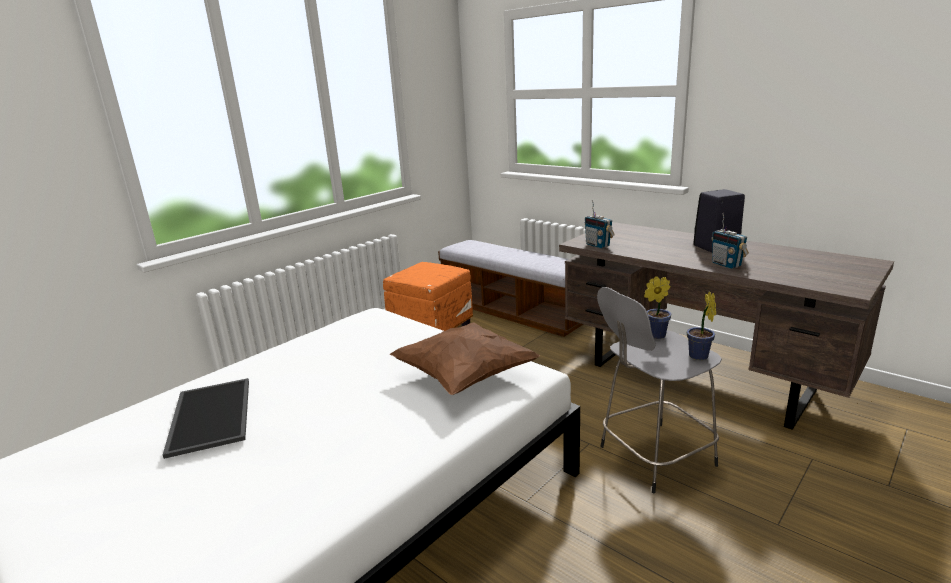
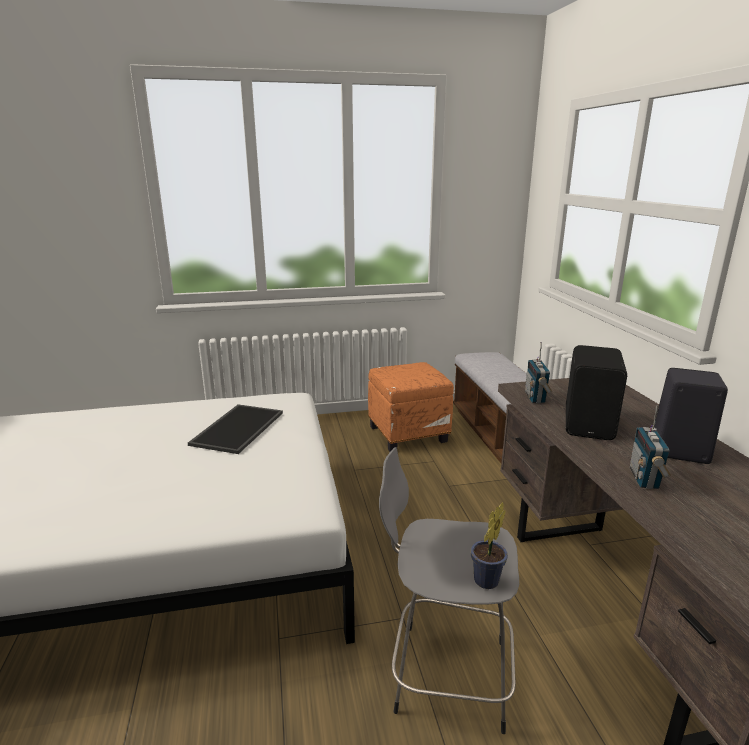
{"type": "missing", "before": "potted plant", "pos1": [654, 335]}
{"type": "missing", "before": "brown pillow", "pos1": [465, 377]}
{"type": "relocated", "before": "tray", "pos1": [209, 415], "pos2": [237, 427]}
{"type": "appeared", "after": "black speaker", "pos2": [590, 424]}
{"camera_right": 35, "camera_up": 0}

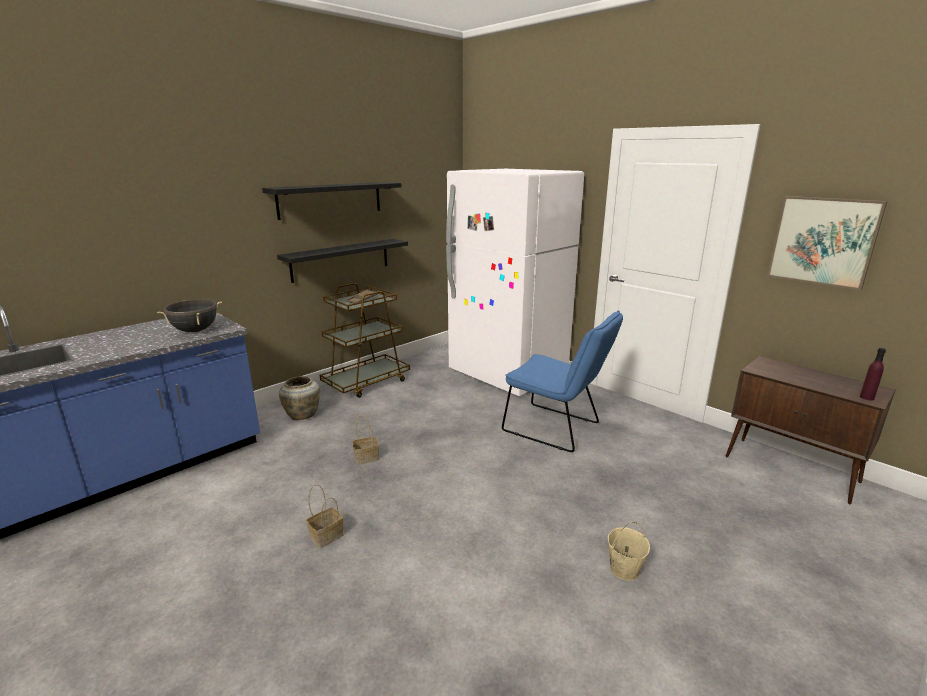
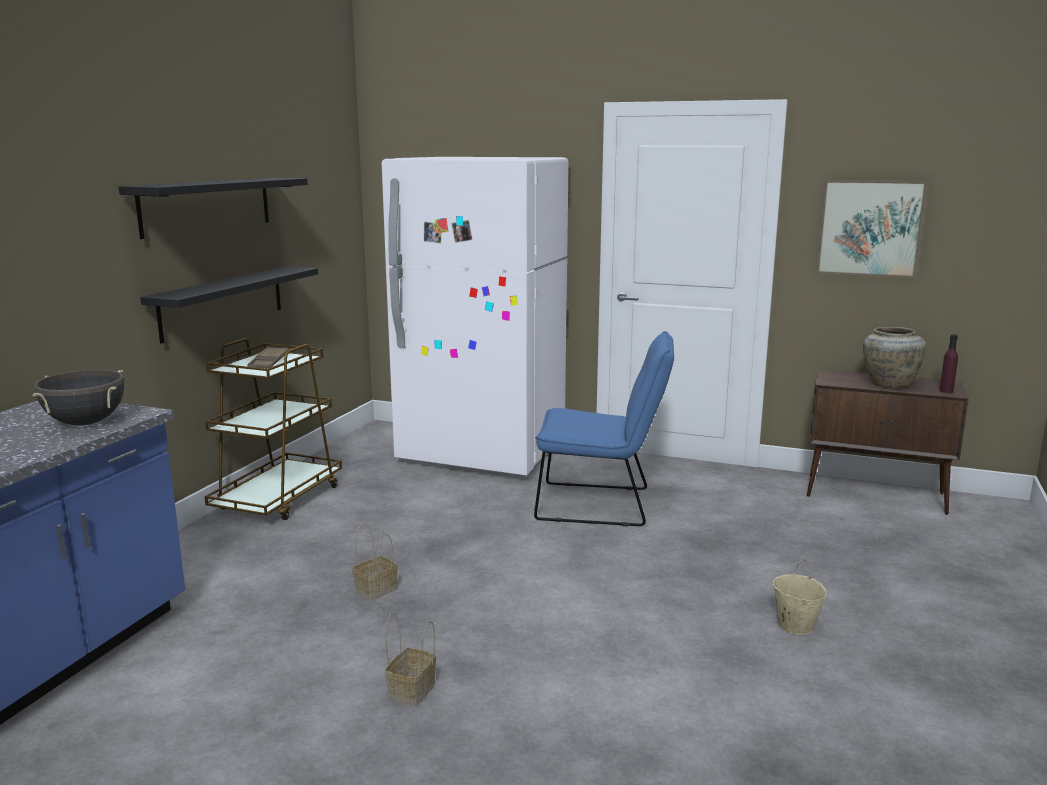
{"type": "relocated", "before": "beige vase", "pos1": [302, 414], "pos2": [889, 384]}
{"camera_right": -25, "camera_up": -5}

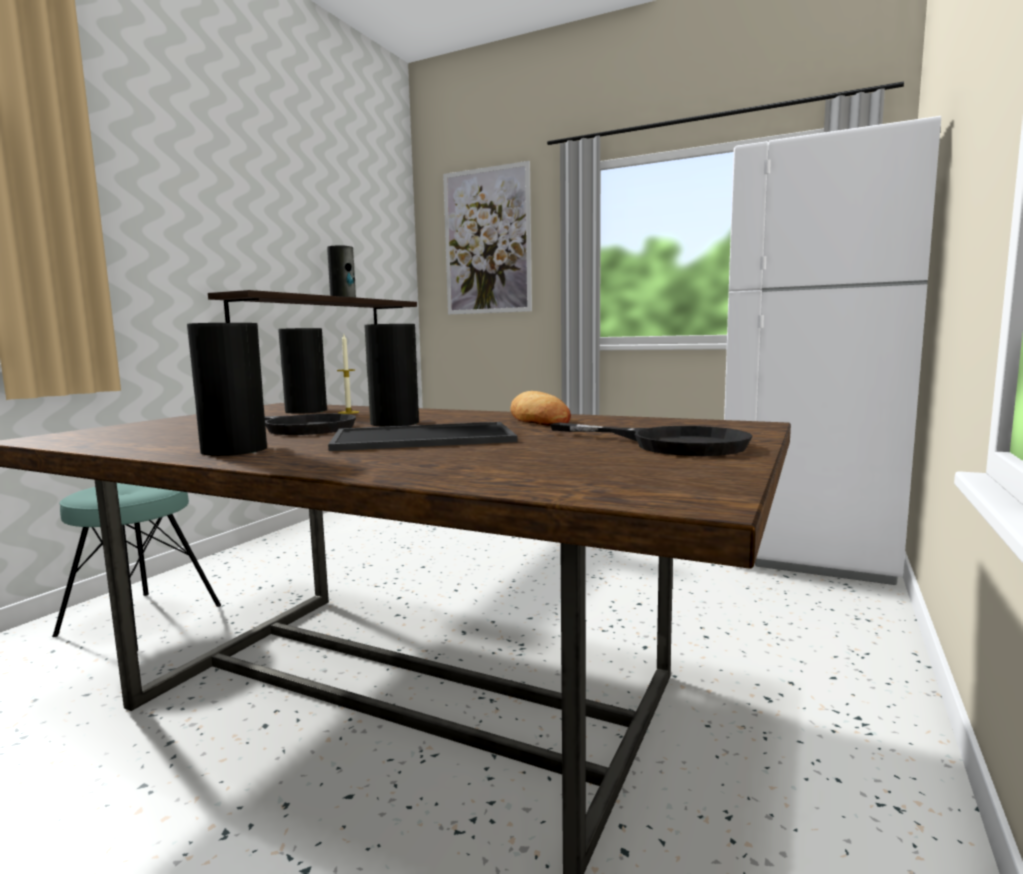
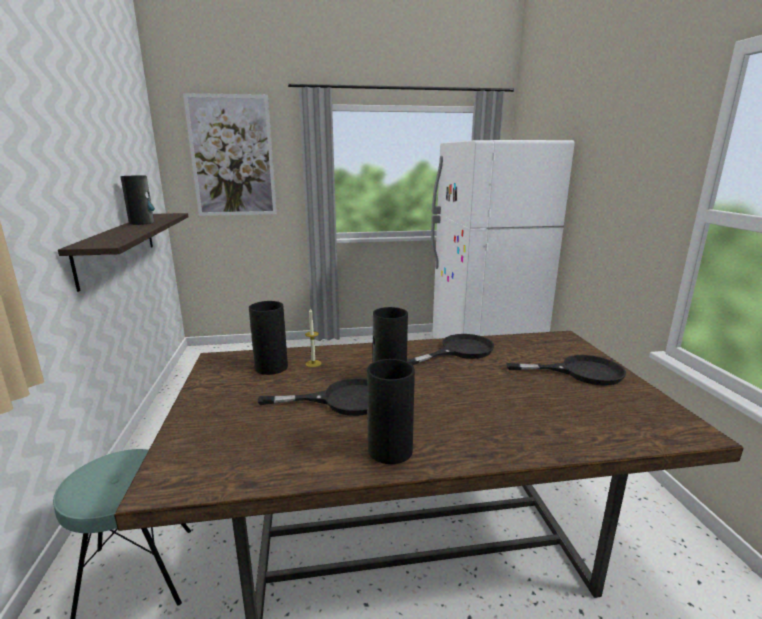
{"type": "exchanged", "before": "bread", "after": "black frying pan", "pos1": [539, 419], "pos2": [459, 351]}
{"type": "missing", "before": "tray", "pos1": [421, 438]}
{"camera_right": -35, "camera_up": 10}

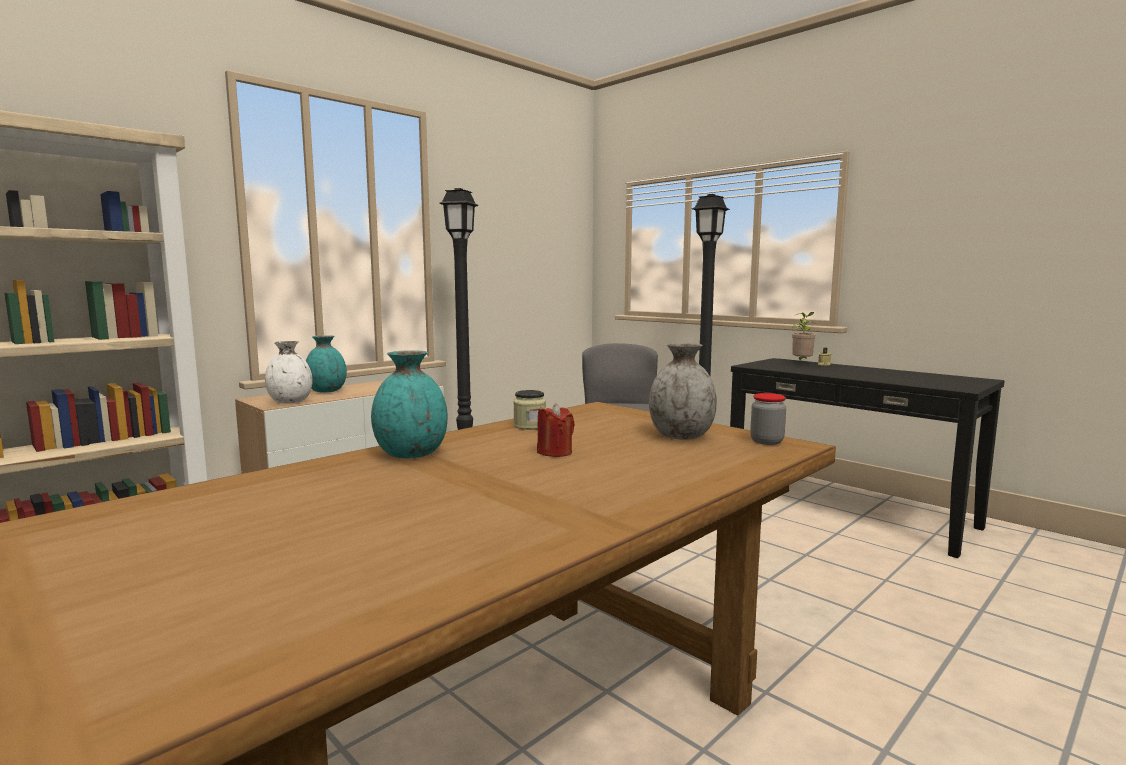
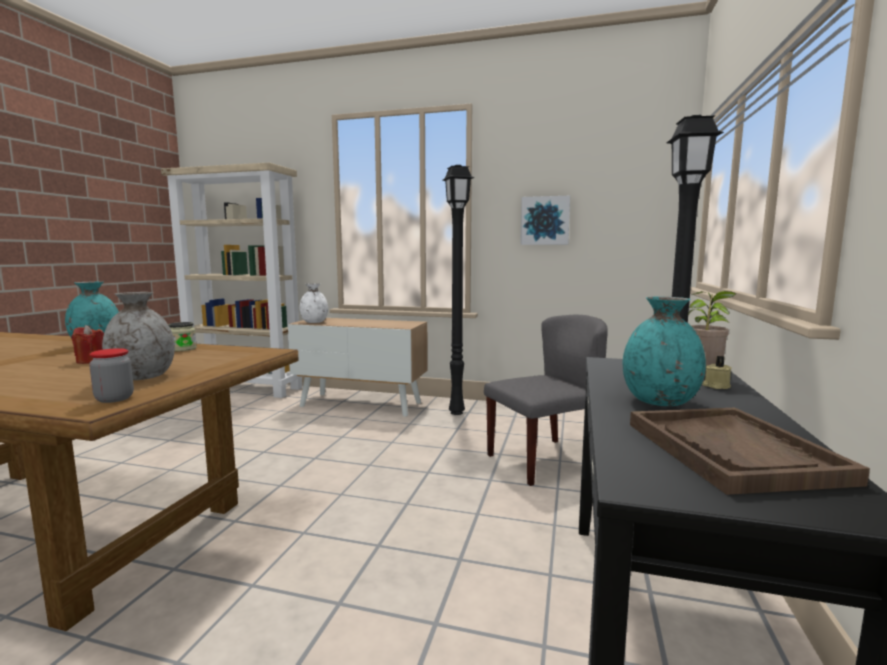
{"type": "relocated", "before": "turquoise vase", "pos1": [326, 391], "pos2": [659, 402]}
{"type": "appeared", "after": "picture", "pos2": [545, 221]}
{"type": "appeared", "after": "brown tray", "pos2": [731, 451]}
{"camera_right": 60, "camera_up": 0}

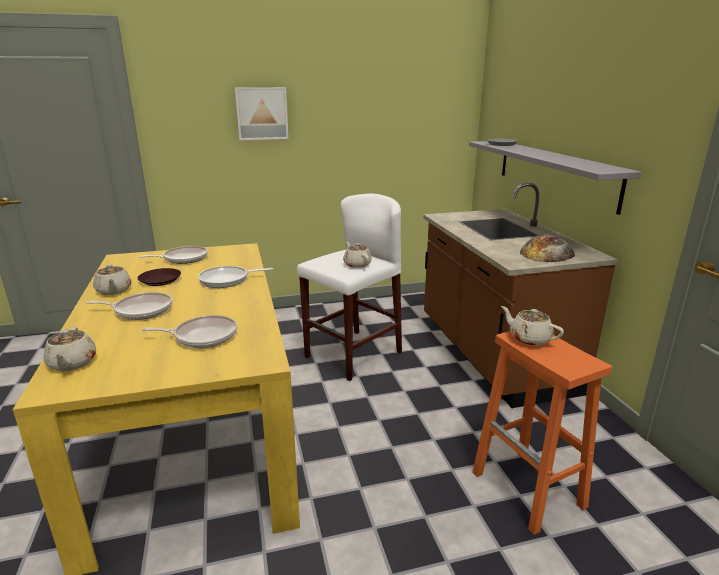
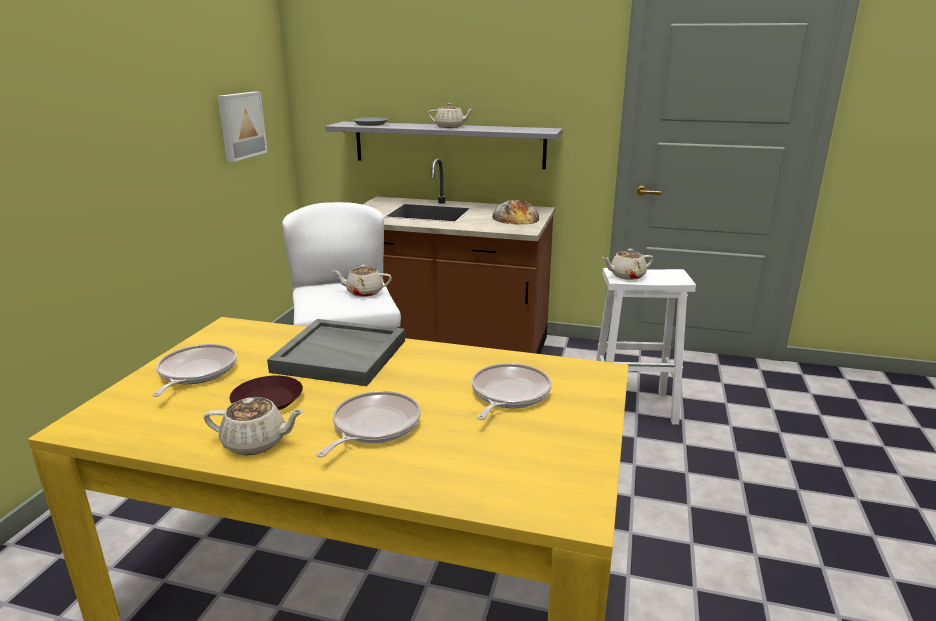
{"type": "relocated", "before": "picture", "pos1": [262, 113], "pos2": [240, 125]}
{"type": "exchanged", "before": "frying pan", "after": "grey tray", "pos1": [227, 280], "pos2": [341, 355]}
{"type": "relocated", "before": "beige teapot", "pos1": [72, 363], "pos2": [450, 127]}
{"type": "colour", "before": "orange stool", "after": "white stool", "pos1": [529, 490], "pos2": [634, 407]}
{"camera_right": -60, "camera_up": 0}

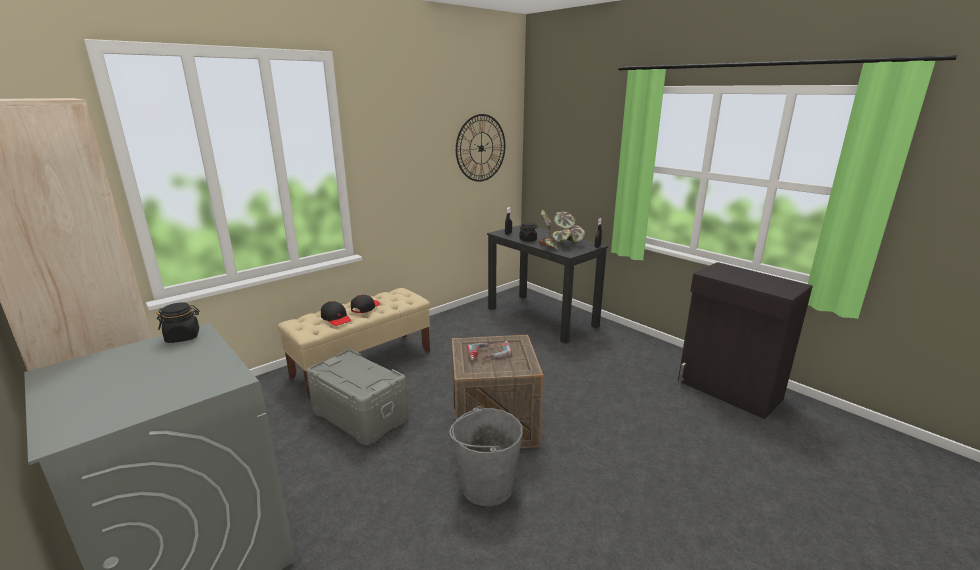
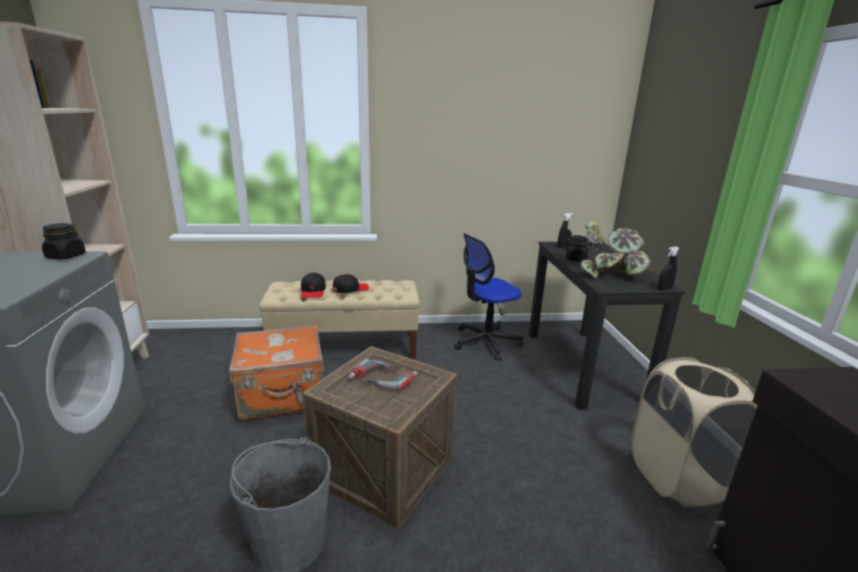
{"type": "missing", "before": "wall clock", "pos1": [481, 148]}
{"type": "exchanged", "before": "grey storage box", "after": "orange suitcase", "pos1": [361, 415], "pos2": [283, 396]}
{"type": "appeared", "after": "office chair", "pos2": [486, 342]}
{"type": "appeared", "after": "beige laundry basket", "pos2": [677, 477]}
{"camera_right": 35, "camera_up": 0}

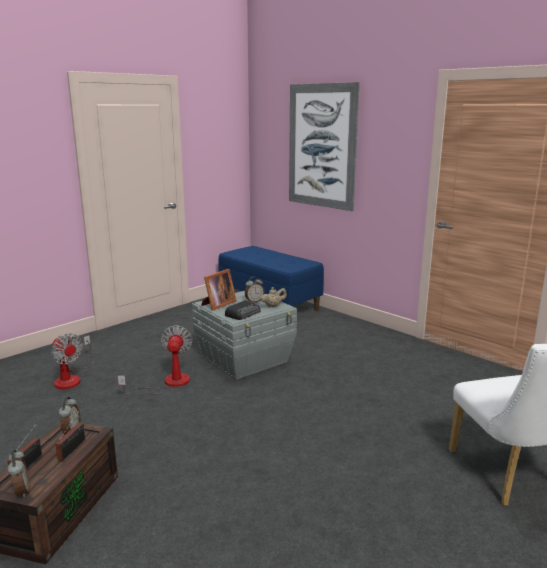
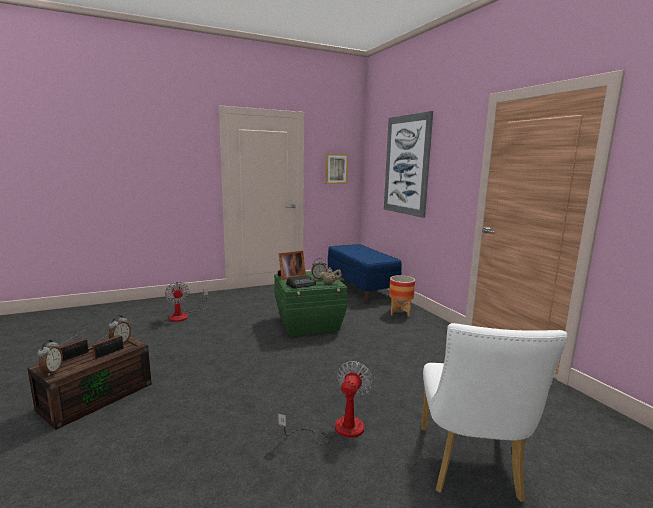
{"type": "colour", "before": "grey storage box", "after": "green storage box", "pos1": [245, 359], "pos2": [309, 324]}
{"type": "relocated", "before": "fan", "pos1": [168, 383], "pos2": [338, 429]}
{"type": "appeared", "after": "picture", "pos2": [336, 169]}
{"type": "appeared", "after": "planter", "pos2": [400, 312]}
{"camera_right": 20, "camera_up": -5}

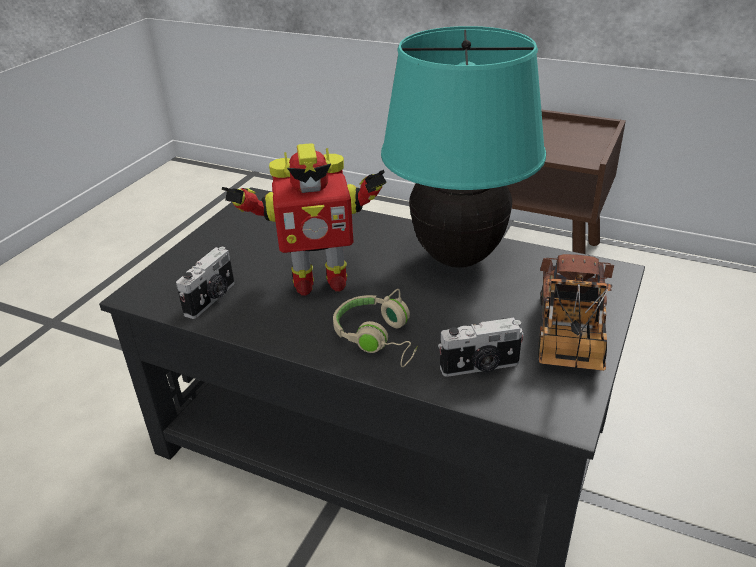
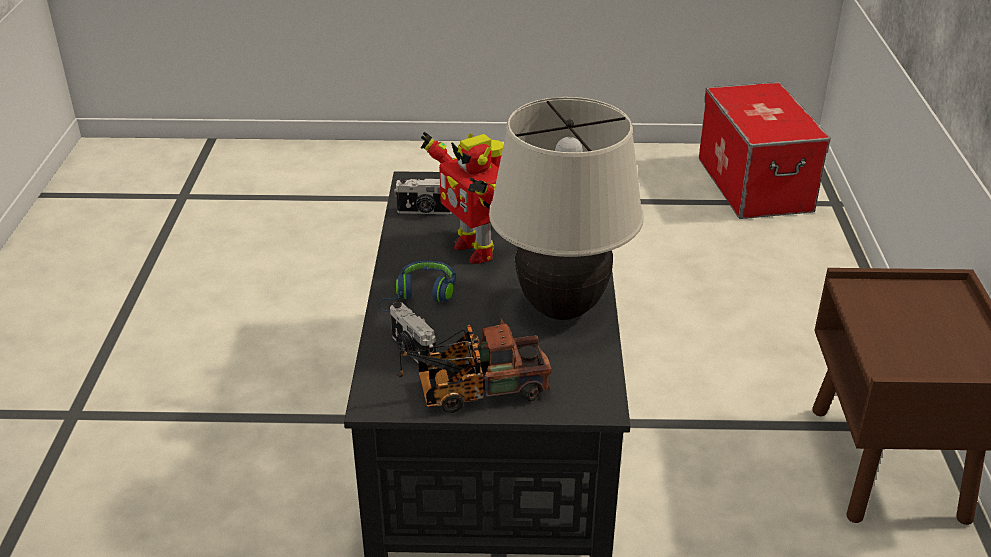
{"type": "colour", "before": "turquoise table lamp", "after": "beige table lamp", "pos1": [457, 258], "pos2": [561, 309]}
{"type": "colour", "before": "beige headphones", "after": "blue headphones", "pos1": [379, 338], "pos2": [420, 296]}
{"type": "appeared", "after": "storage box", "pos2": [755, 184]}
{"camera_right": 65, "camera_up": 0}

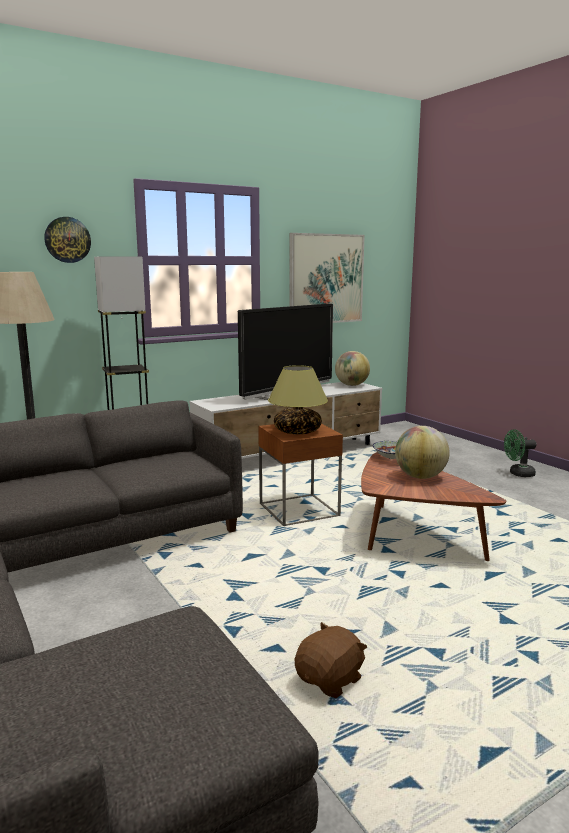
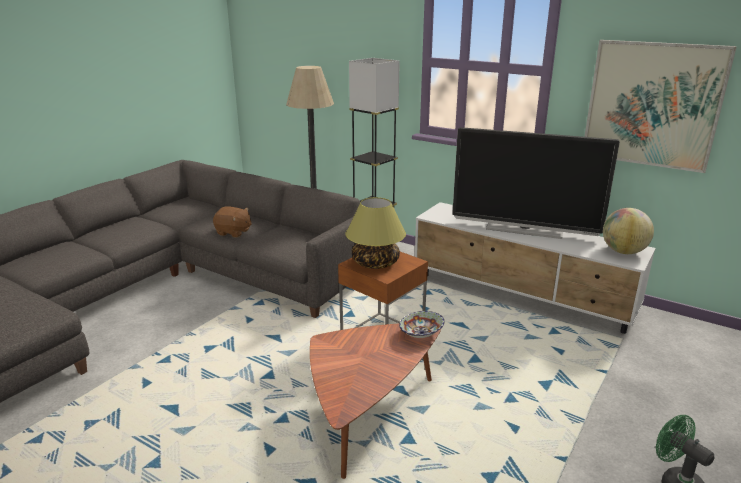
{"type": "missing", "before": "wall clock", "pos1": [67, 240]}
{"type": "missing", "before": "globe", "pos1": [420, 477]}
{"type": "relocated", "before": "brown plush toy", "pos1": [330, 680], "pos2": [233, 232]}
{"camera_right": 65, "camera_up": 10}

